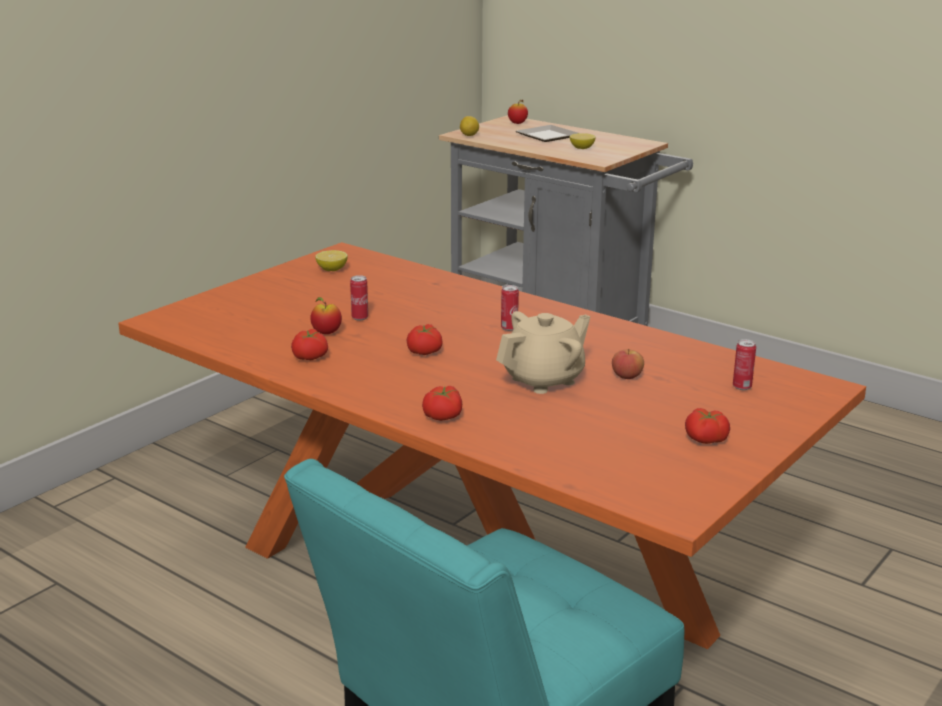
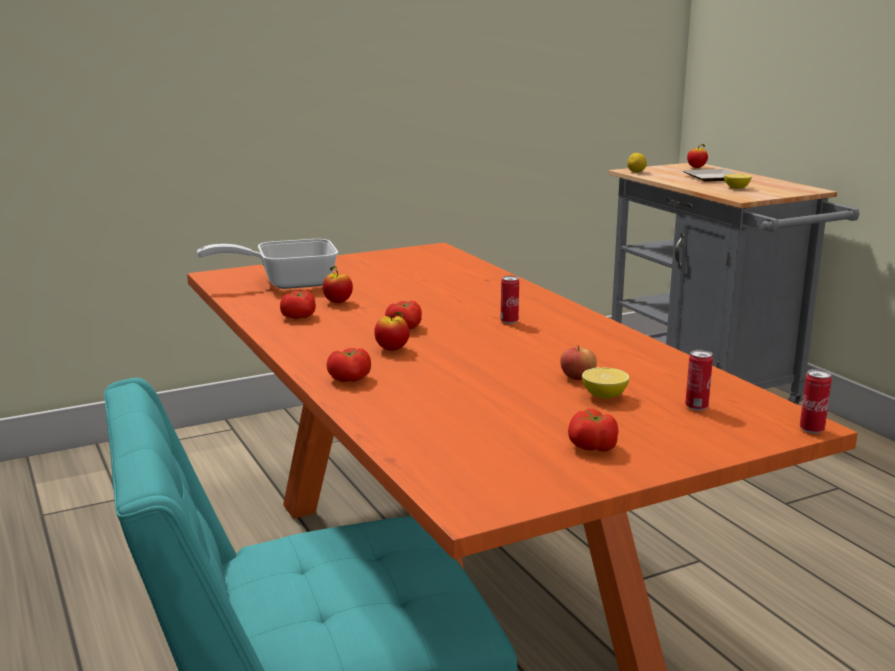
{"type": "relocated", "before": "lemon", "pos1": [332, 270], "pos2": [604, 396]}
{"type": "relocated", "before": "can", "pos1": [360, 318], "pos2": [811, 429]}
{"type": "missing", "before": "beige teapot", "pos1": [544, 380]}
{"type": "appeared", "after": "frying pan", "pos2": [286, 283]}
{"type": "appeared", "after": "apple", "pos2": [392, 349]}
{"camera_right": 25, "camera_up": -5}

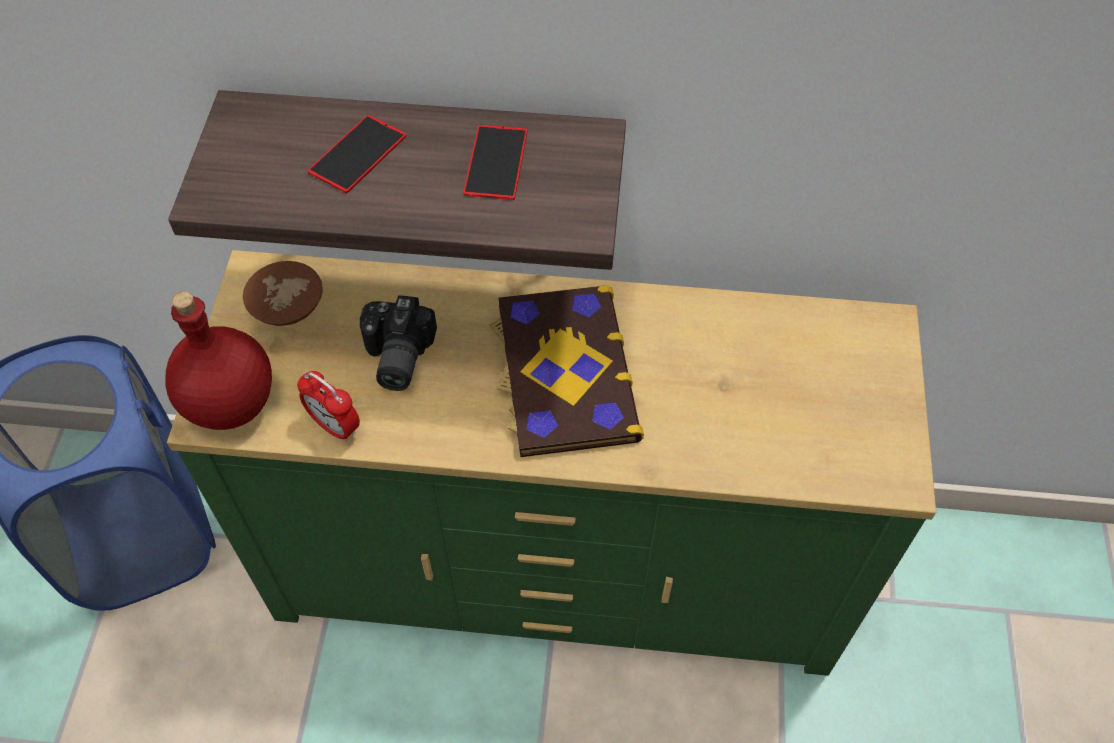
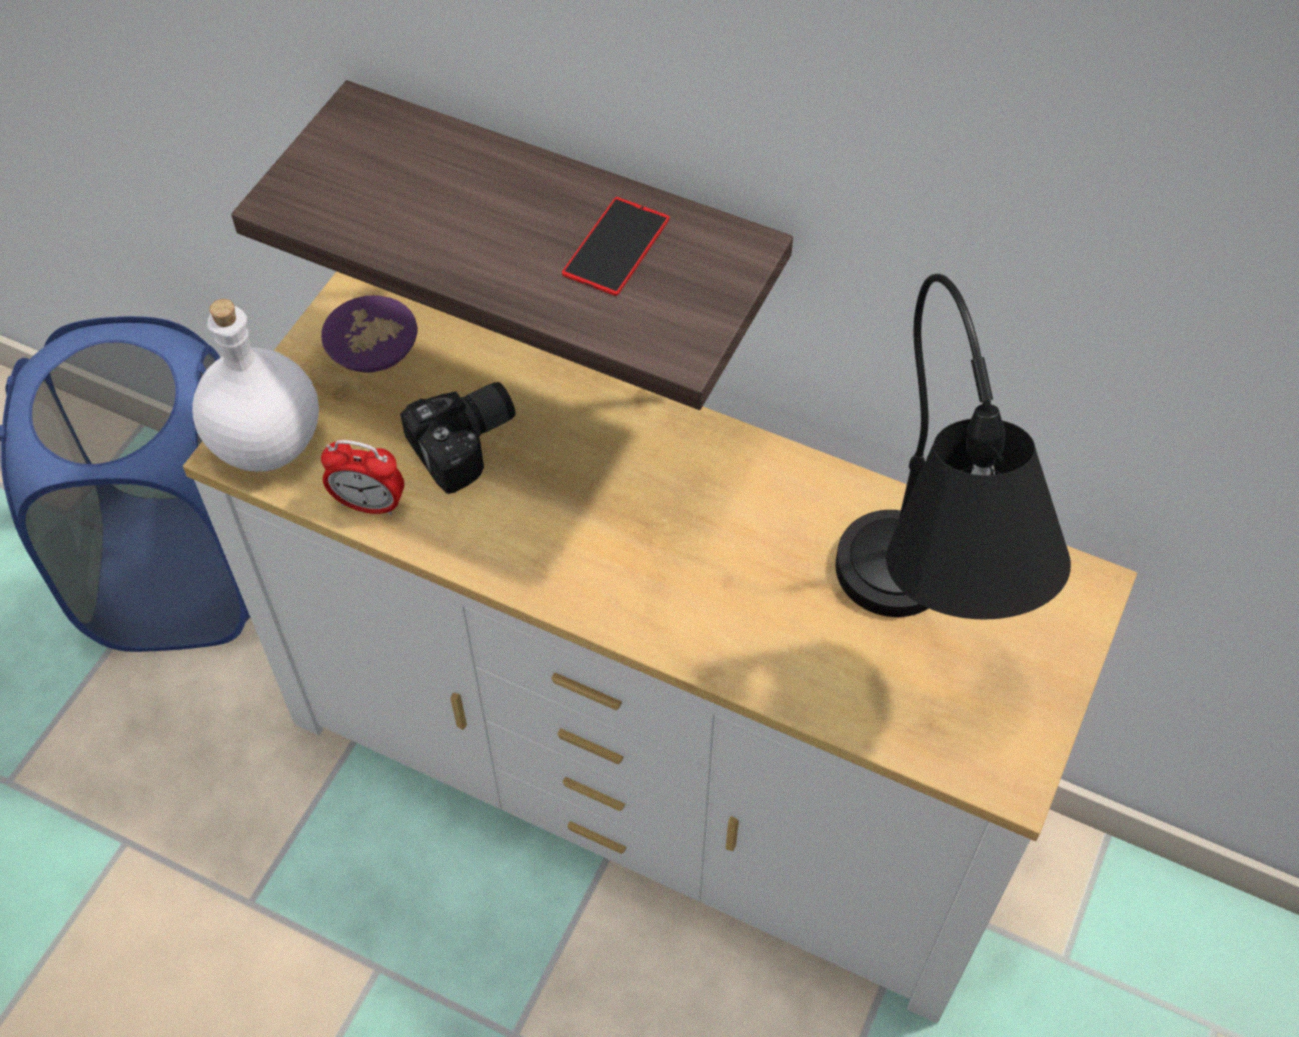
{"type": "missing", "before": "phone", "pos1": [357, 154]}
{"type": "colour", "before": "green dresser", "after": "white dresser", "pos1": [557, 563], "pos2": [650, 768]}
{"type": "colour", "before": "brown bowl", "after": "purple bowl", "pos1": [290, 305], "pos2": [377, 350]}
{"type": "missing", "before": "book", "pos1": [563, 372]}
{"type": "colour", "before": "red bottle", "after": "white bottle", "pos1": [229, 402], "pos2": [266, 442]}
{"type": "spun", "before": "photo camera", "pos1": [394, 357], "pos2": [468, 445], "turn": -150}
{"type": "spun", "before": "alarm clock", "pos1": [335, 426], "pos2": [369, 504], "turn": -45}
{"type": "appeared", "after": "black table lamp", "pos2": [917, 635]}
{"camera_right": 20, "camera_up": 0}

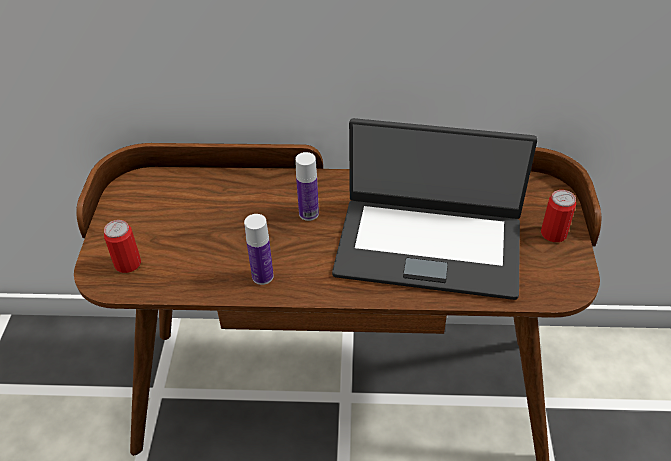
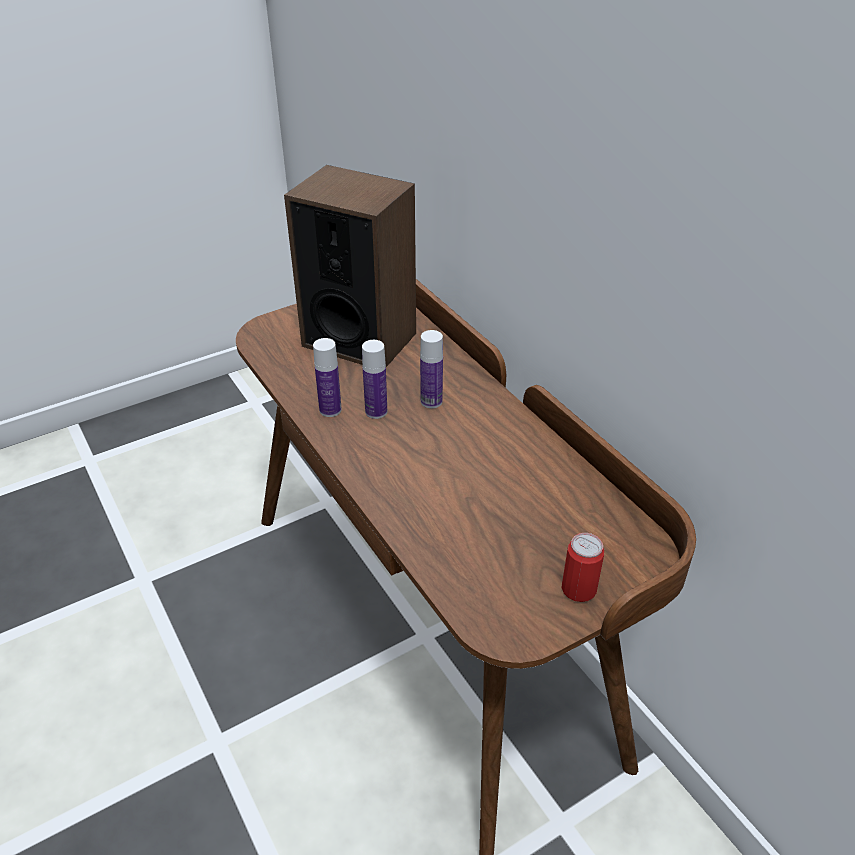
{"type": "missing", "before": "laptop", "pos1": [428, 245]}
{"type": "missing", "before": "can", "pos1": [128, 264]}
{"type": "appeared", "after": "speaker", "pos2": [359, 339]}
{"type": "appeared", "after": "bottle", "pos2": [376, 411]}
{"camera_right": 55, "camera_up": -5}

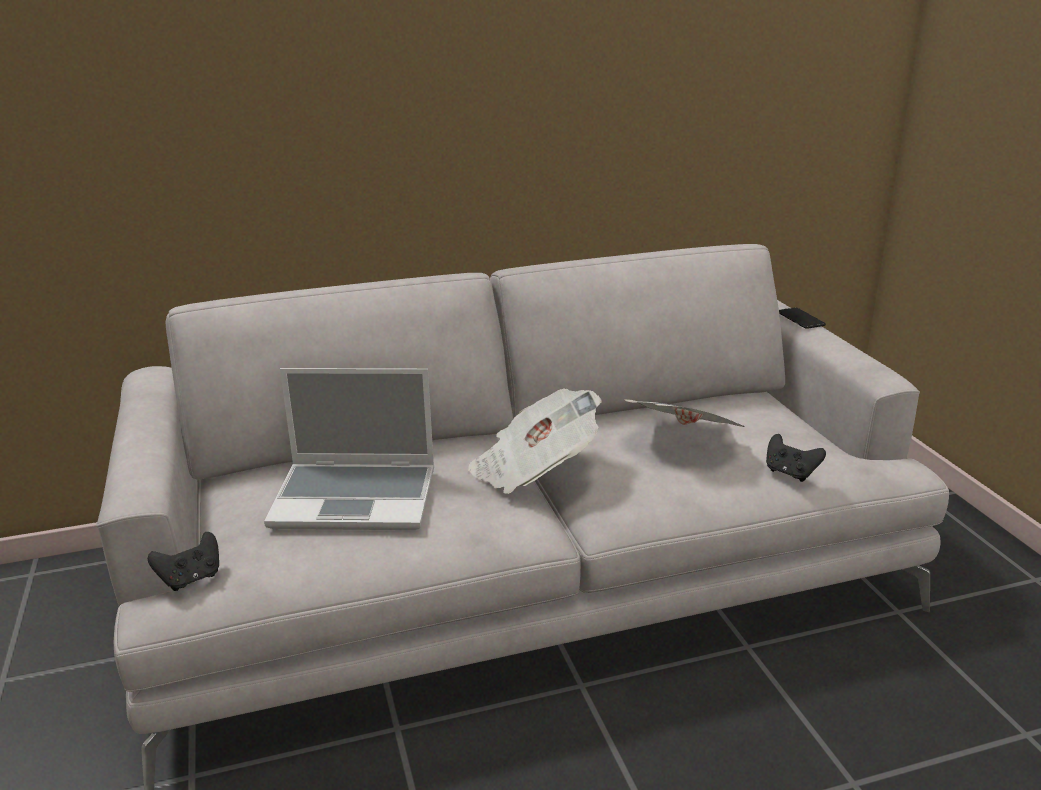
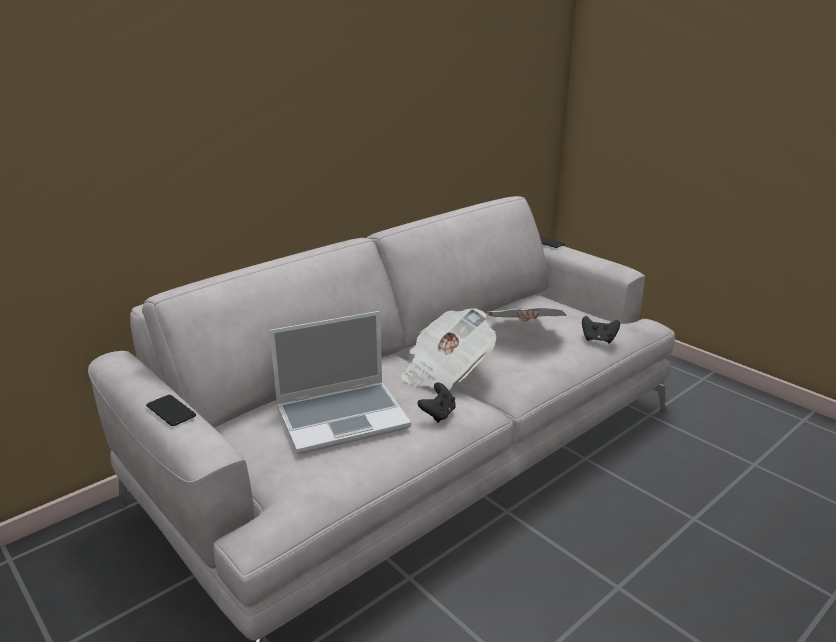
{"type": "relocated", "before": "black game controller", "pos1": [191, 579], "pos2": [438, 414]}
{"type": "appeared", "after": "phone", "pos2": [171, 411]}
{"camera_right": -25, "camera_up": 0}

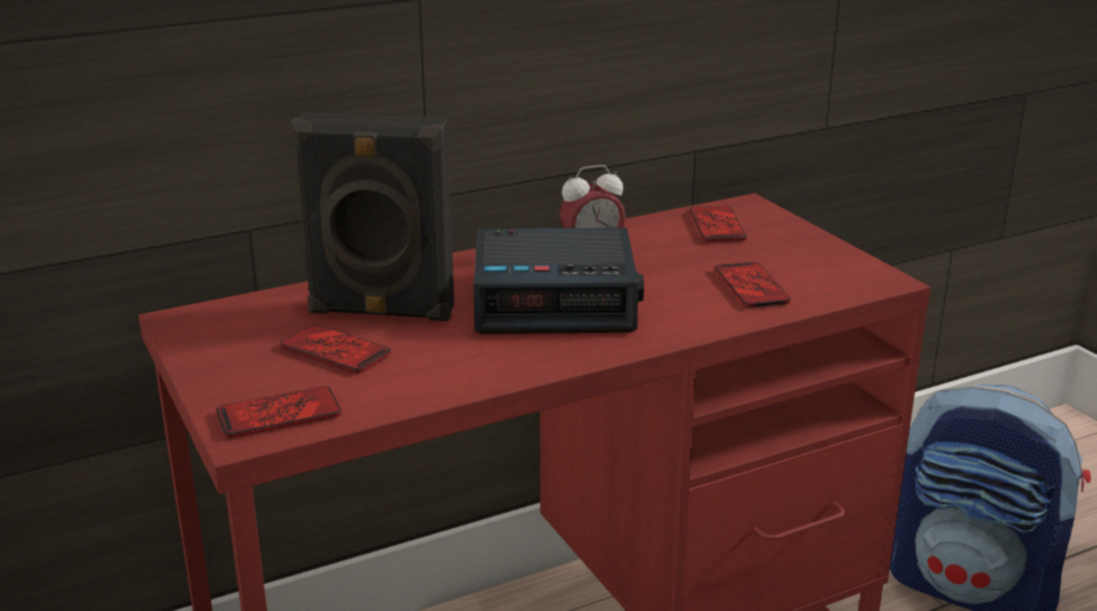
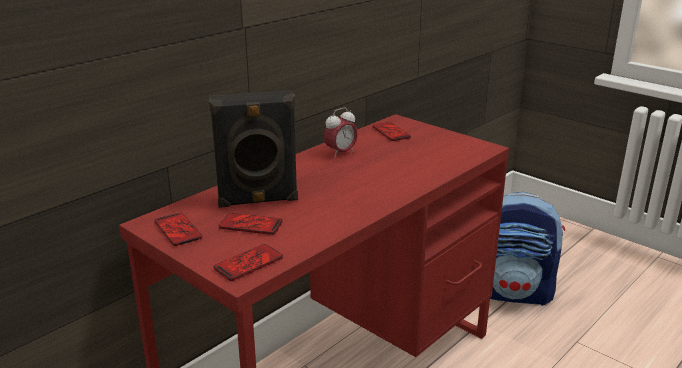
{"type": "missing", "before": "alarm clock", "pos1": [556, 300]}
{"type": "relocated", "before": "phone", "pos1": [751, 286], "pos2": [178, 230]}
{"camera_right": -20, "camera_up": 0}

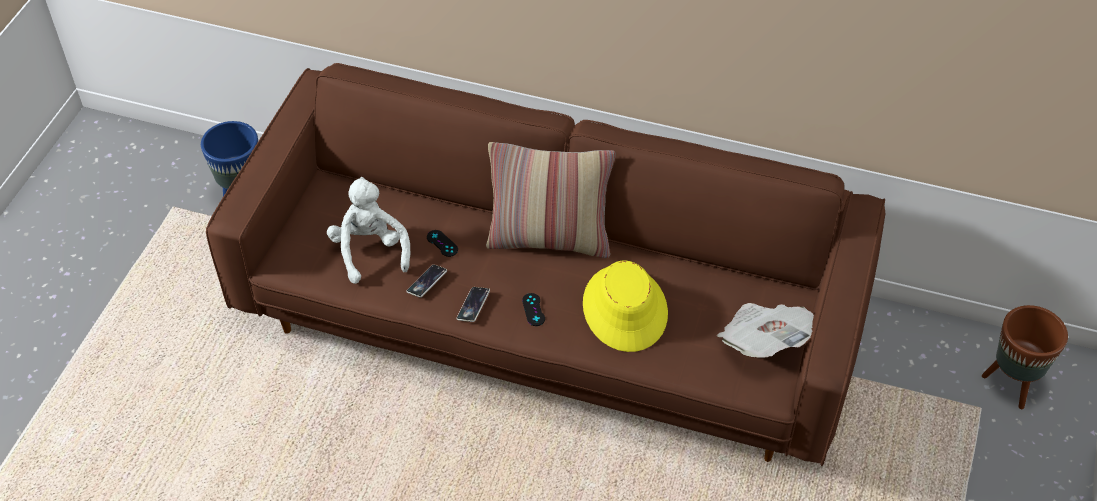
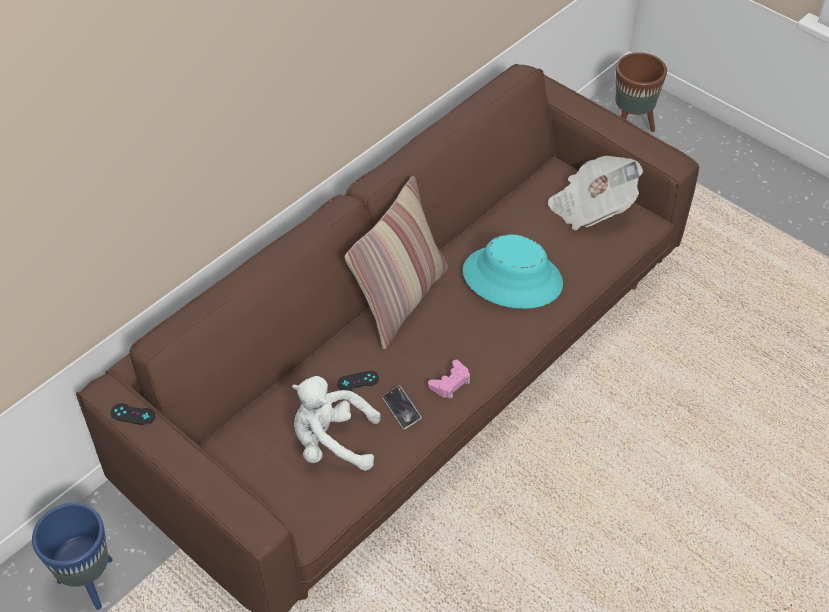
{"type": "colour", "before": "yellow hat", "after": "turquoise hat", "pos1": [625, 309], "pos2": [512, 278]}
{"type": "exchanged", "before": "phone", "after": "pink game controller", "pos1": [473, 306], "pos2": [450, 383]}
{"type": "relocated", "before": "black game controller", "pos1": [533, 309], "pos2": [133, 414]}
{"camera_right": -65, "camera_up": 0}

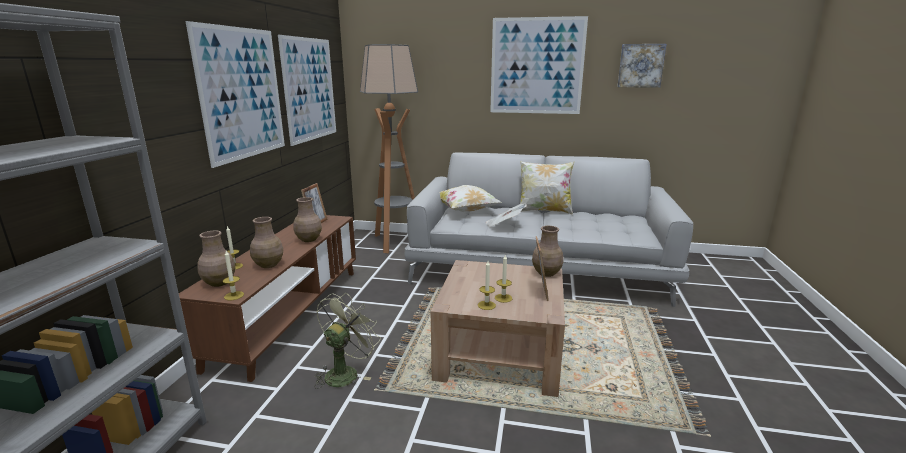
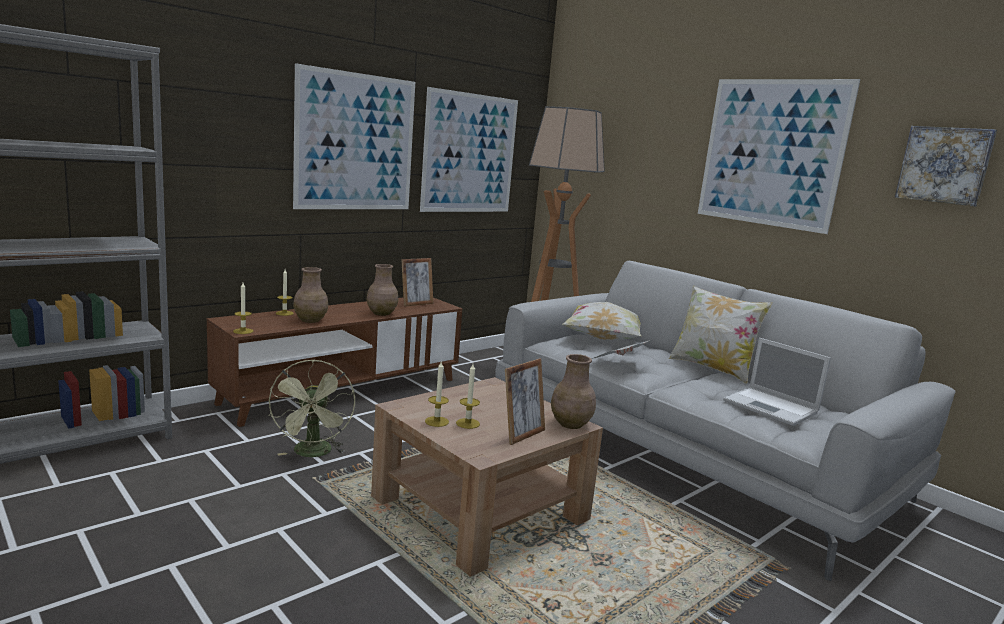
{"type": "missing", "before": "brown vase", "pos1": [219, 283]}
{"type": "spun", "before": "green fan", "pos1": [345, 372], "pos2": [313, 454], "turn": 105}
{"type": "appeared", "after": "laptop", "pos2": [772, 407]}
{"camera_right": 35, "camera_up": -5}

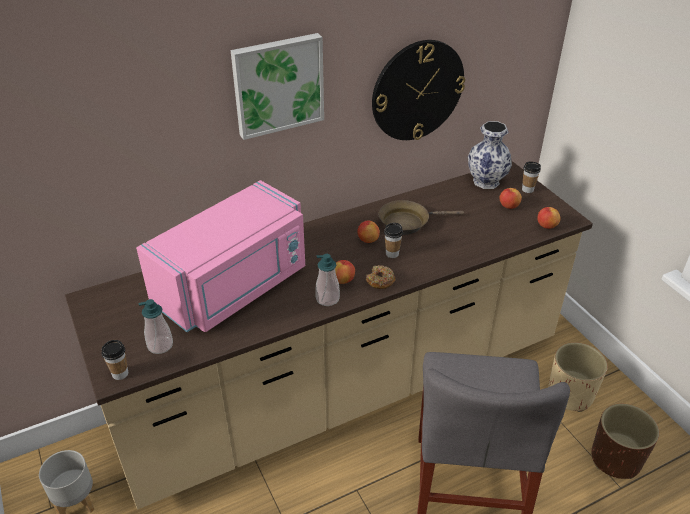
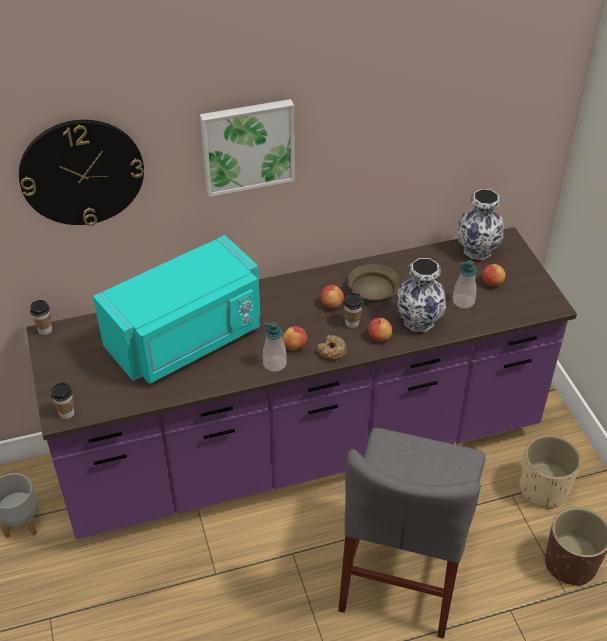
{"type": "relocated", "before": "wall clock", "pos1": [417, 90], "pos2": [82, 172]}
{"type": "colour", "before": "beige counter", "after": "purple counter", "pos1": [345, 389], "pos2": [303, 449]}
{"type": "relocated", "before": "cup", "pos1": [527, 189], "pos2": [45, 330]}
{"type": "colour", "before": "pink microwave", "after": "turquoise microwave", "pos1": [235, 287], "pos2": [187, 339]}
{"type": "relocated", "before": "apple", "pos1": [546, 226], "pos2": [379, 337]}
{"type": "relocated", "before": "soap dispenser", "pos1": [160, 345], "pos2": [463, 301]}
{"type": "appeared", "after": "vase", "pos2": [418, 321]}
{"camera_right": 10, "camera_up": 5}

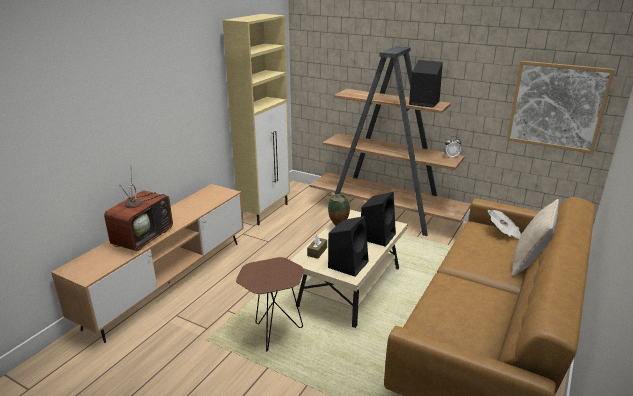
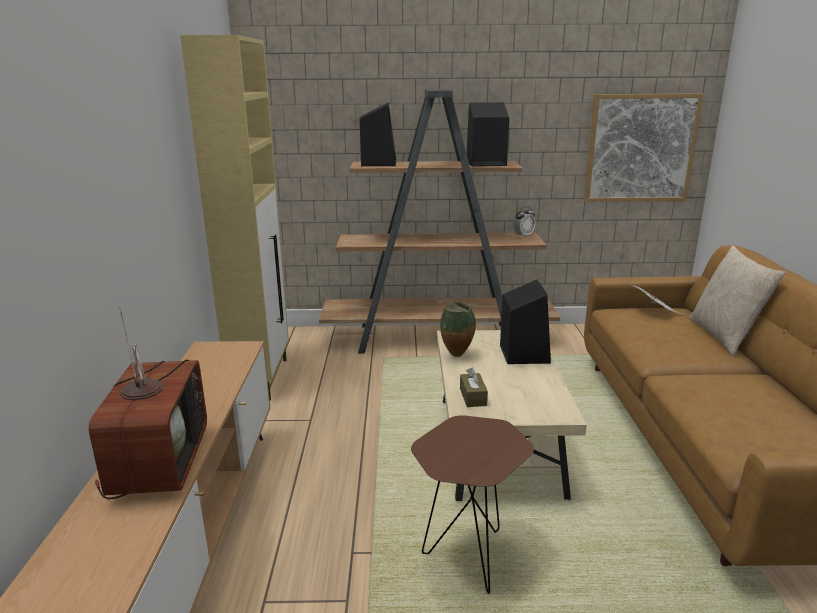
{"type": "relocated", "before": "black speaker", "pos1": [348, 264], "pos2": [378, 163]}
{"camera_right": -30, "camera_up": -5}

